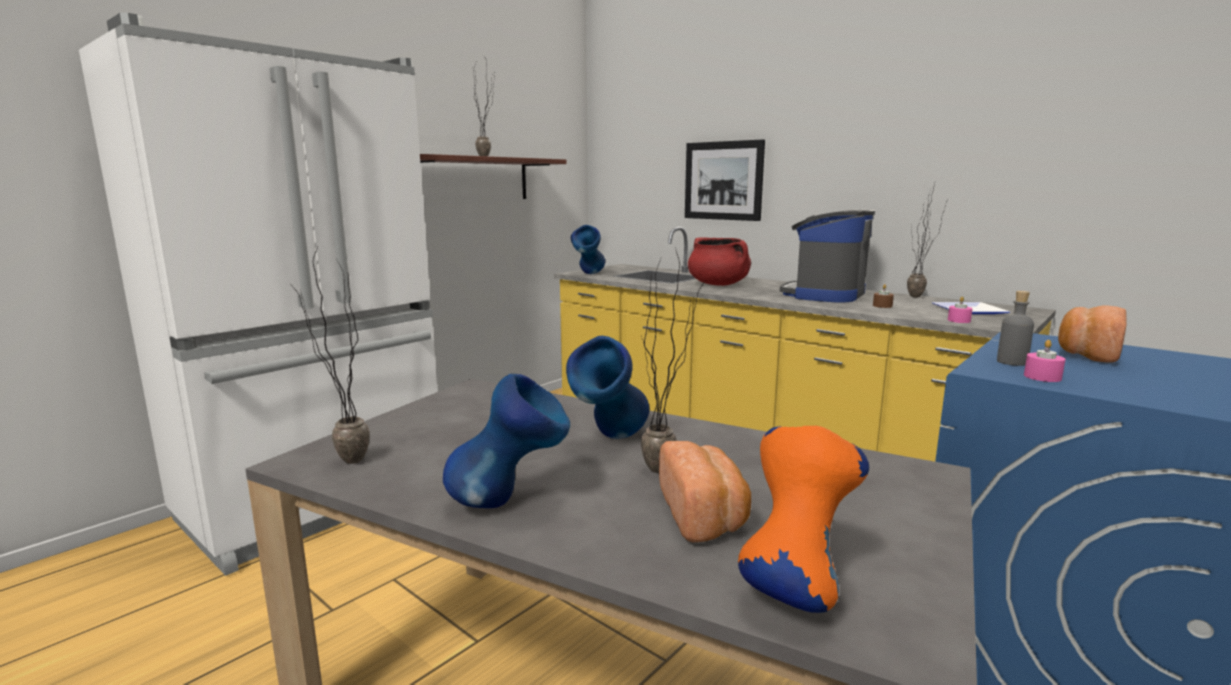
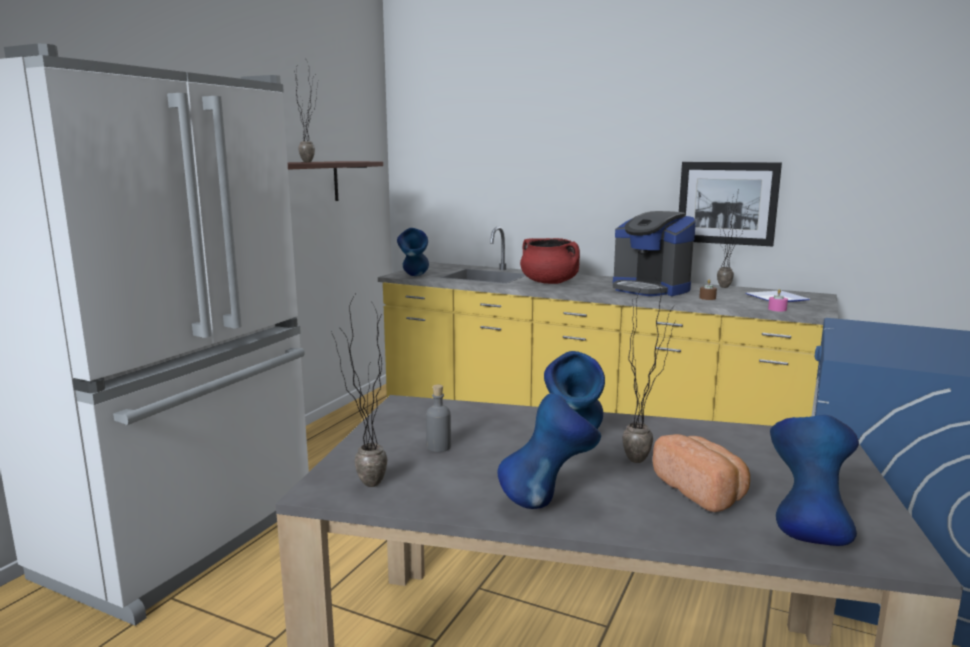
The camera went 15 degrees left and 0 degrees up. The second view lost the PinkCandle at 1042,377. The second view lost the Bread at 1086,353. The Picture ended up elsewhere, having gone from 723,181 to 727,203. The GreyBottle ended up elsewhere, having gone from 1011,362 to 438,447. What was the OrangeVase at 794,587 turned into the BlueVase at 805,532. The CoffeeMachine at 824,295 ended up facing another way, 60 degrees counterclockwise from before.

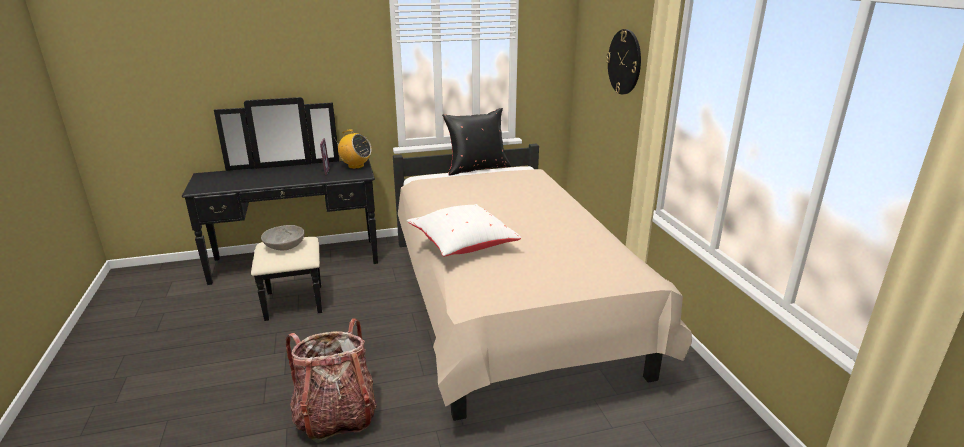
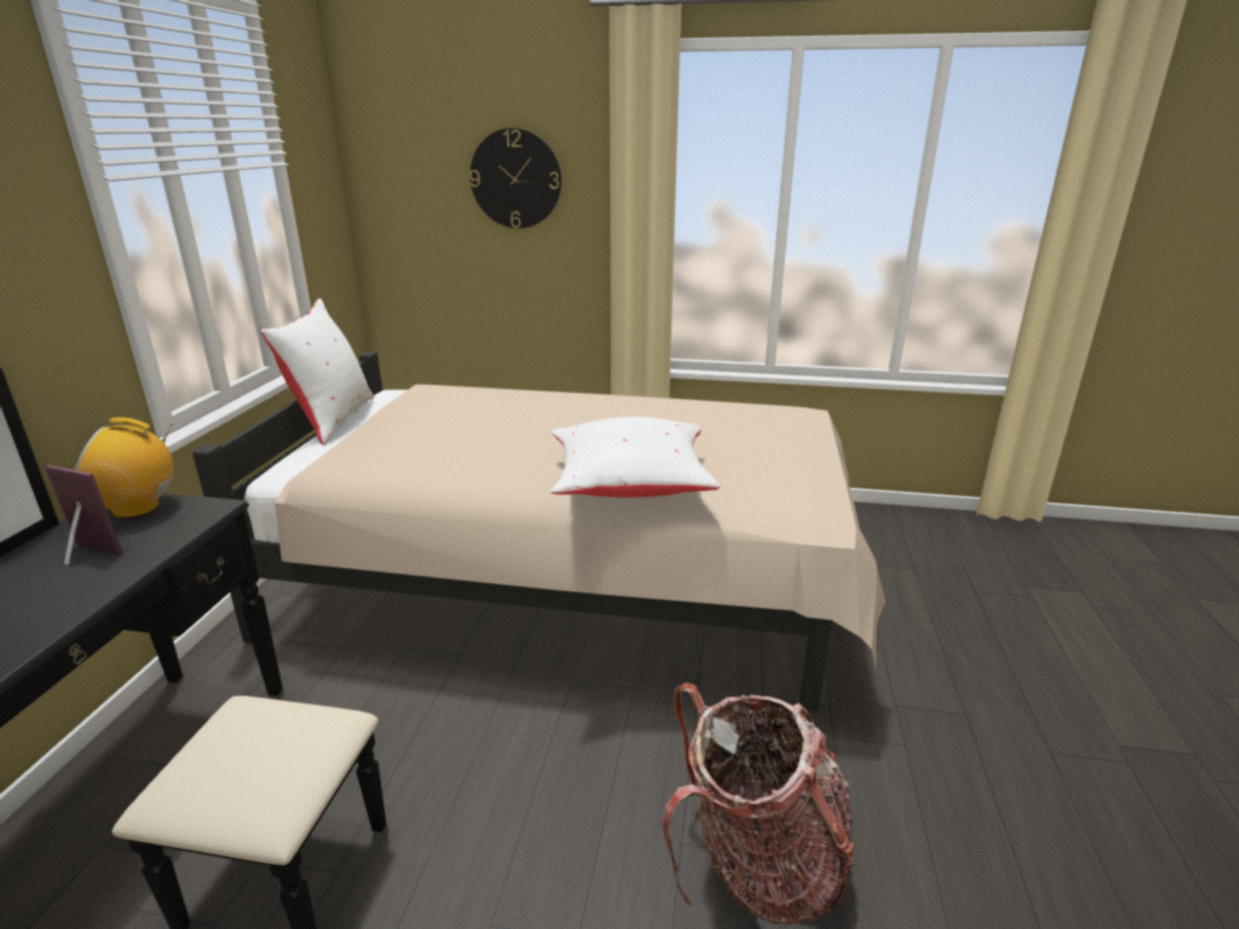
The camera went 65 degrees left and 0 degrees up. The second view lost the GreyBowl at 284,246. What was the BlackPillow at 477,168 turned into the WhitePillow at 332,420. The Radio at 355,166 ended up facing another way, 150 degrees counterclockwise from before.

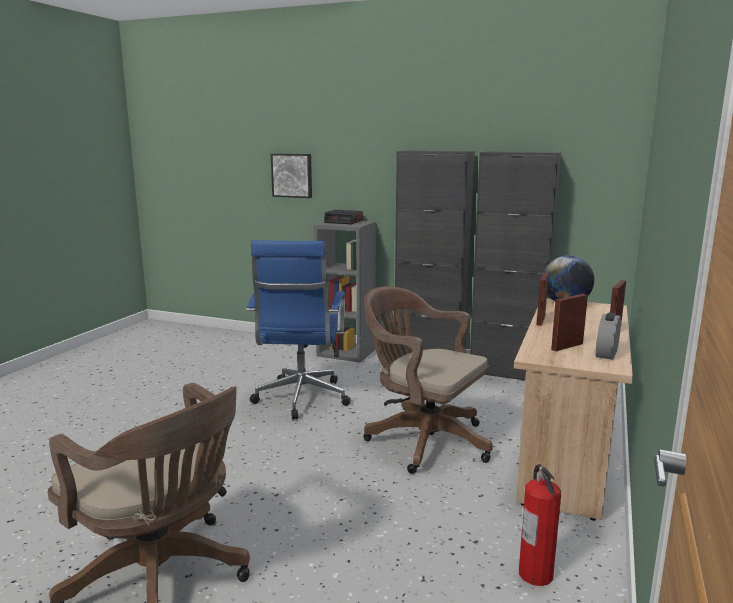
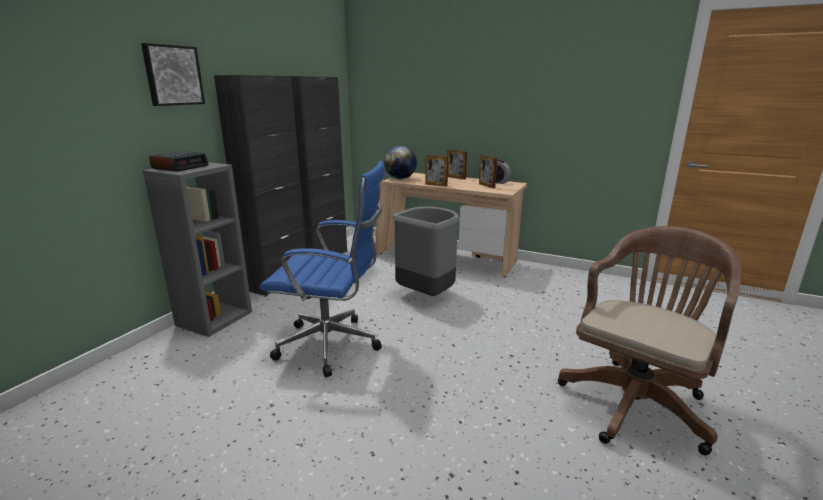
The camera went 85 degrees left and 5 degrees up. The second view lost the FireExtinguisher at 535,573. The Picture ended up elsewhere, having gone from 292,175 to 173,75. Where the BrownOfficeChair stood at 422,440, the GreyTrashCan came to stand at 427,295.

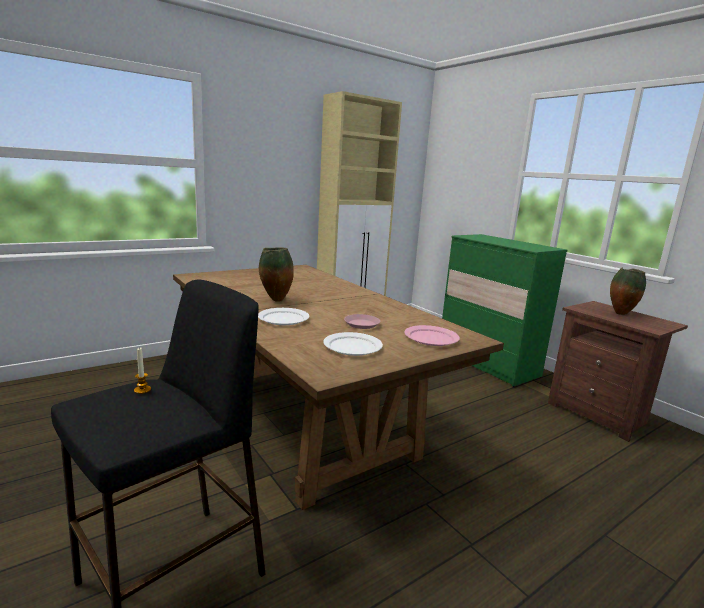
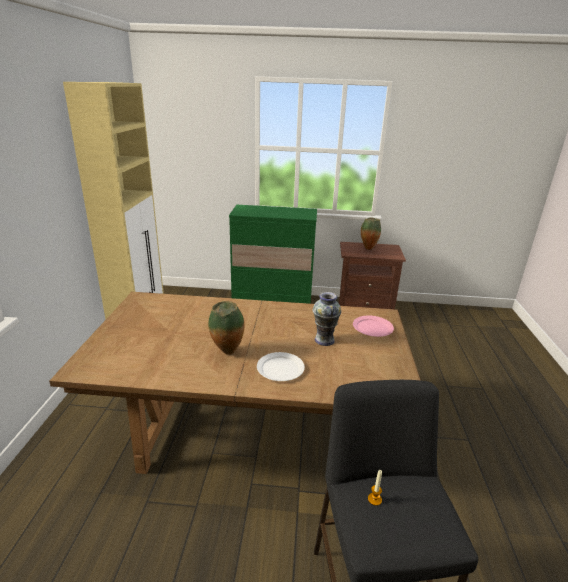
The camera went 50 degrees left and 10 degrees up. The second view lost the WhitePlate at 352,346. Where the PinkPlate stood at 362,324, the Vase came to stand at 324,340.

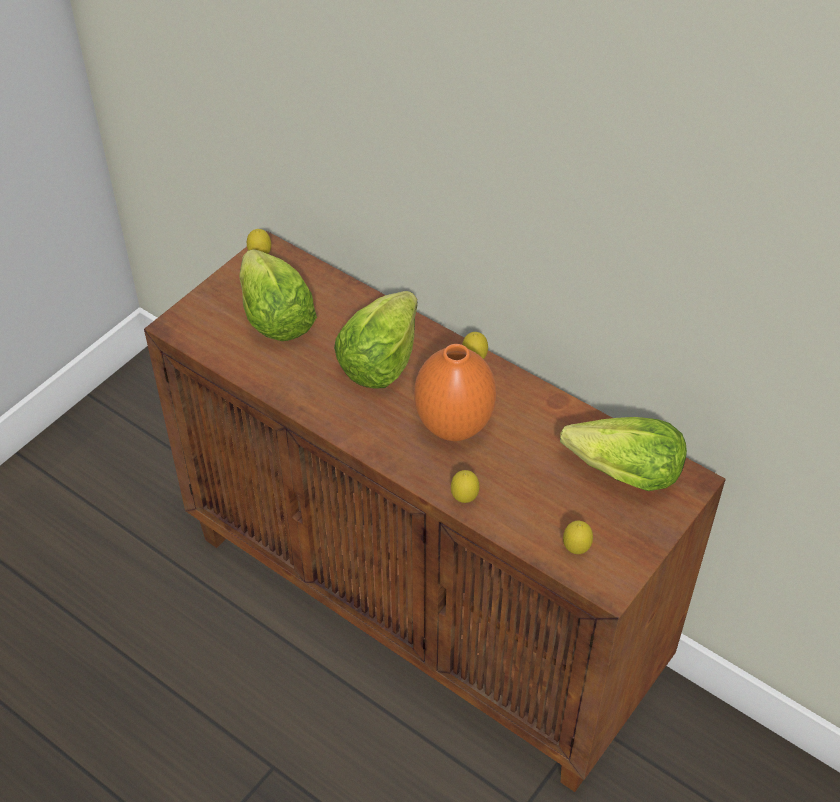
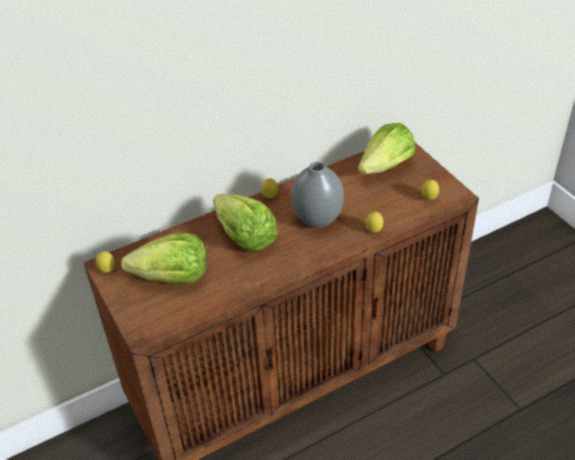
The camera went 65 degrees left and 5 degrees down. What was the OrangeVase at 455,427 turned into the GreyVase at 317,220.

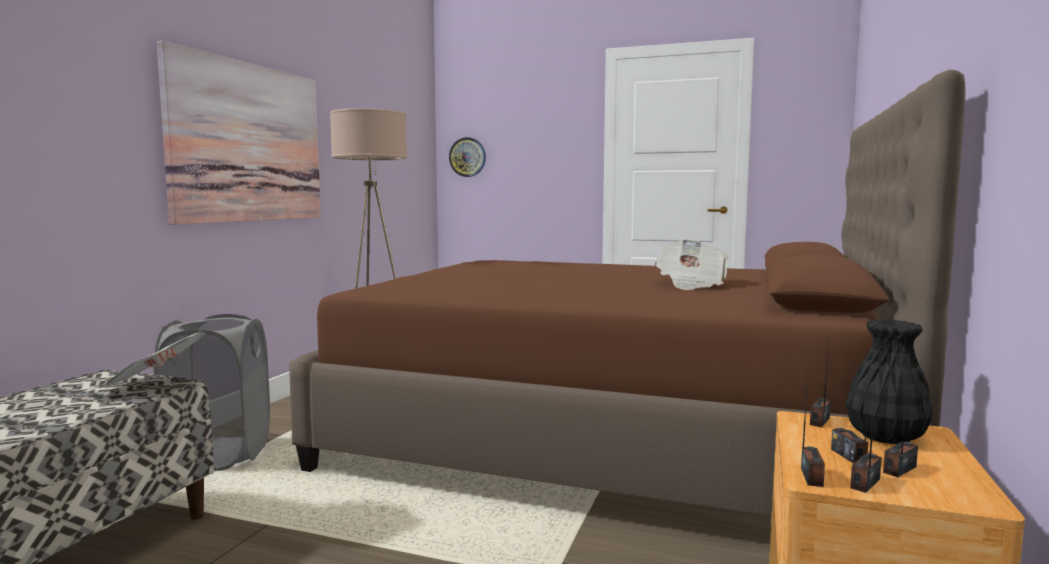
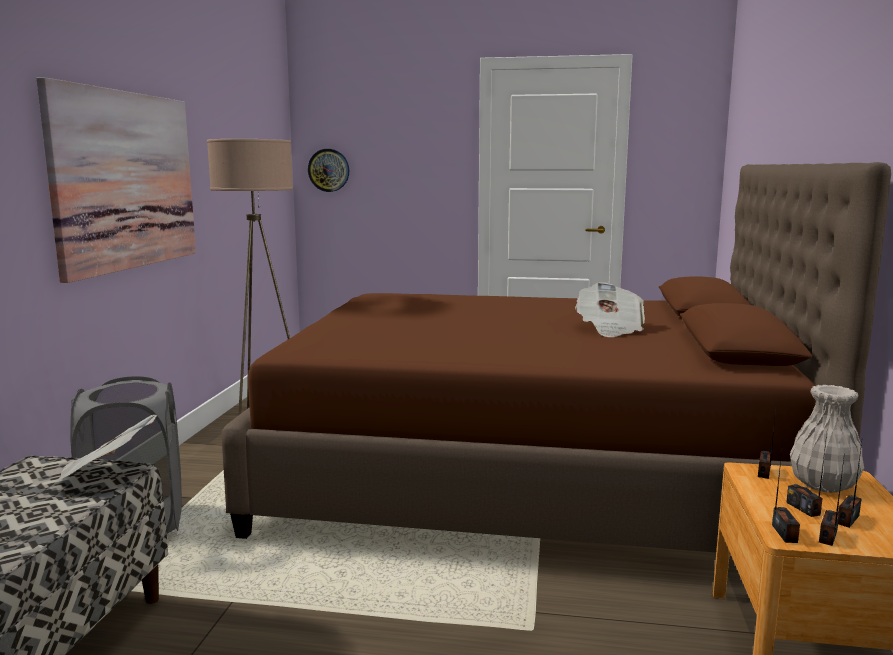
The camera went 10 degrees left and 5 degrees up. What was the BlackVase at 884,436 turned into the WhiteVase at 822,485.

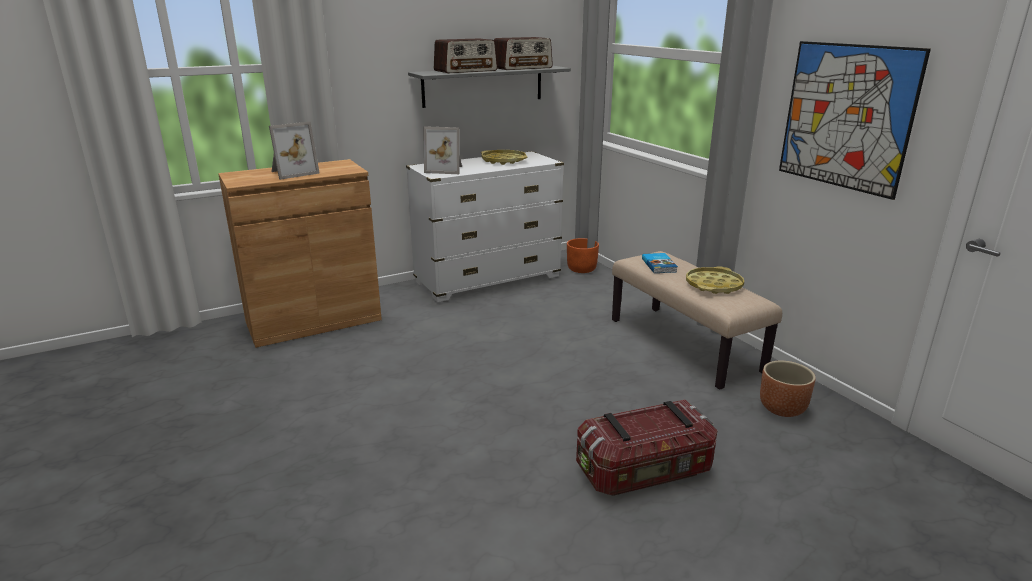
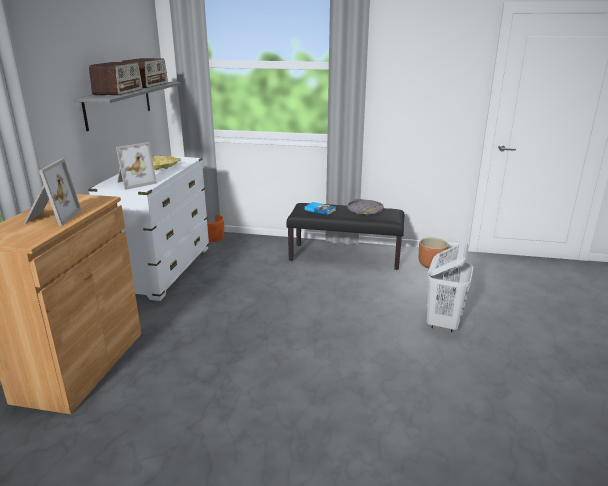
The camera went 50 degrees left and 0 degrees up. The second view lost the Picture at 846,117. Where the StorageBox stood at 645,472, the WhiteLaundryBasket came to stand at 443,323. What was the BeigeBench at 685,345 turned into the BlackBench at 345,256. What was the YellowTray at 714,285 turned into the GreyTray at 365,210.

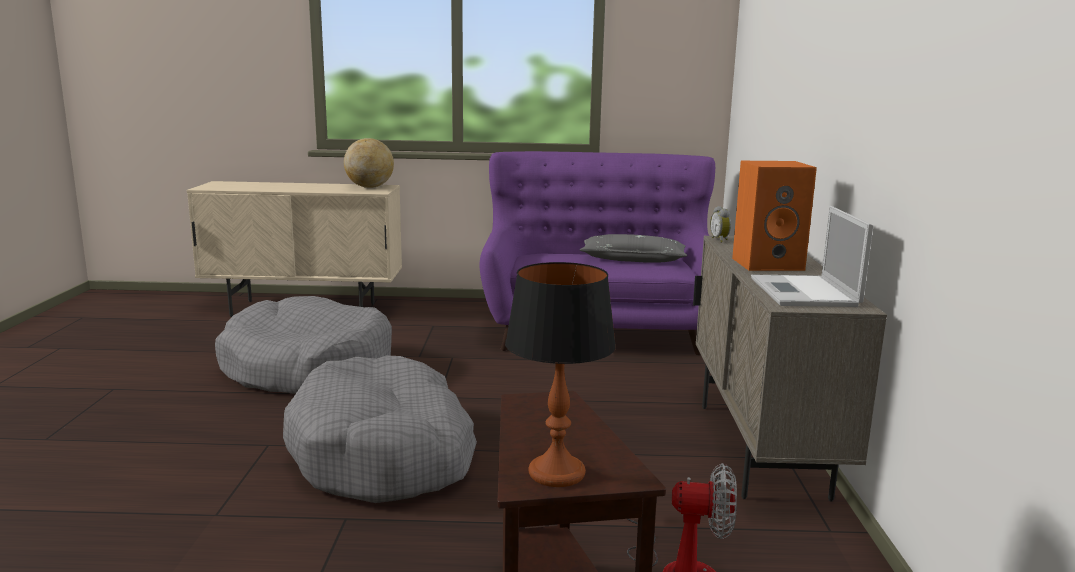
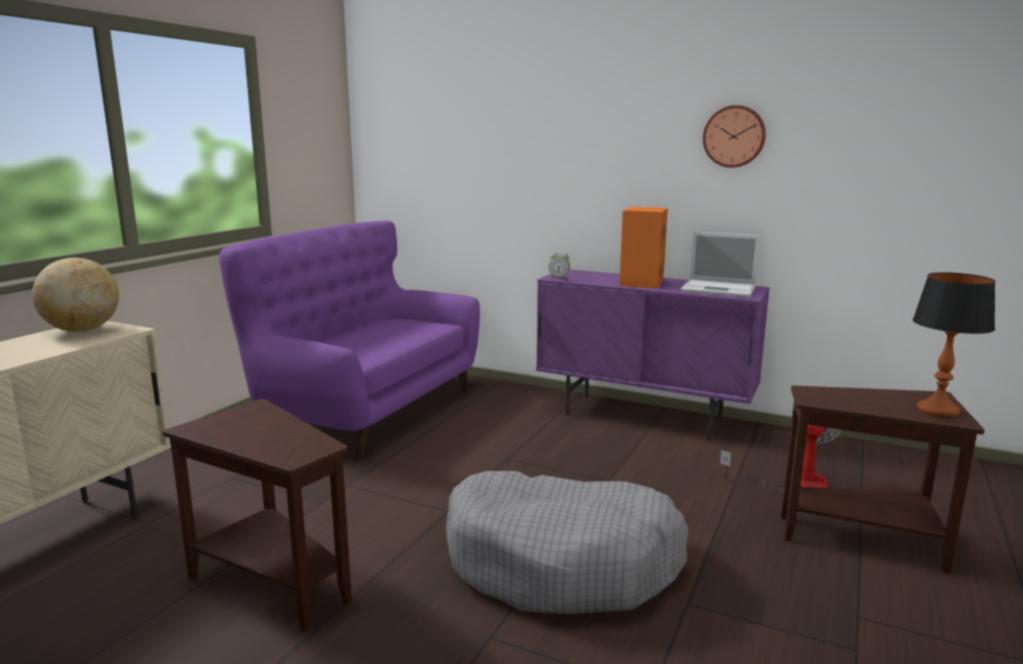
The camera went 65 degrees left and 0 degrees up. The second view lost the GreyPillow at 633,260. The second view gained the WallClock at 734,136. Where the GreyDogBed stood at 308,369, the BrownSideTable came to stand at 272,581. What was the BeigeCabinet at 760,449 turned into the PurpleCabinet at 643,417.

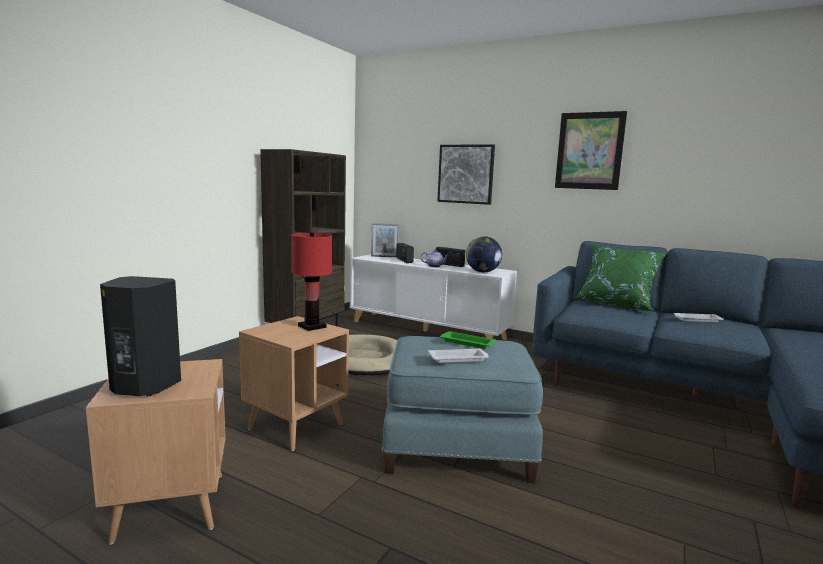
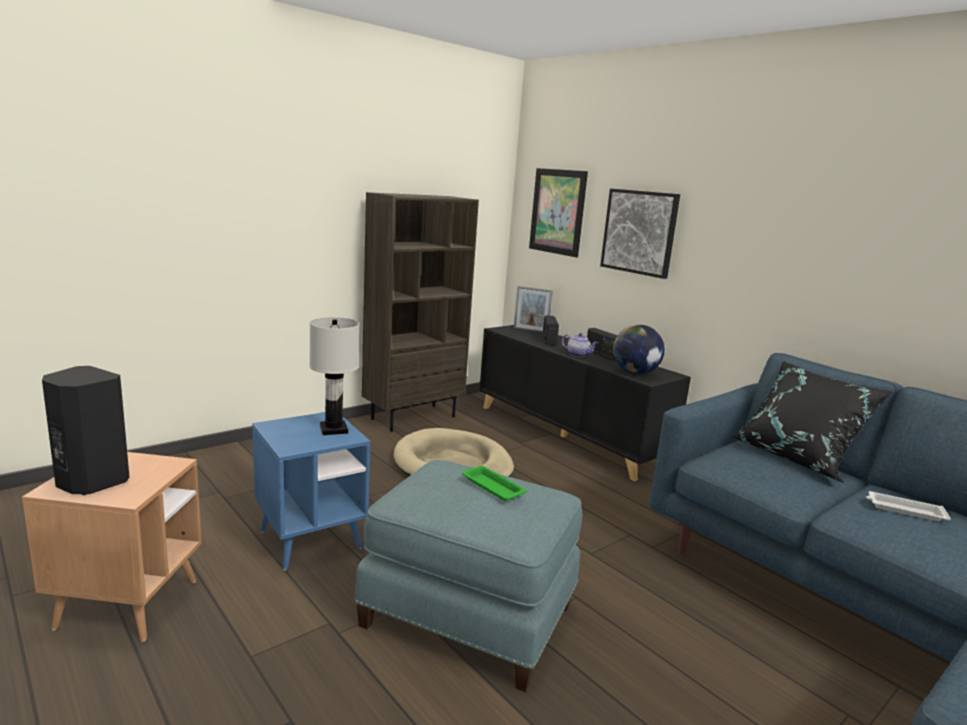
The camera went 20 degrees right and 5 degrees up. The second view lost the WhiteTray at 459,359. The Picture ended up elsewhere, having gone from 589,151 to 557,211. What was the BrownSideTable at 296,426 turned into the BlueSideTable at 310,539. What was the RedTableLamp at 312,326 turned into the WhiteTableLamp at 334,429. What was the WhiteCabinet at 427,330 turned into the BlackCabinet at 567,435. What was the GreenPillow at 616,305 turned into the BlackPillow at 797,458.

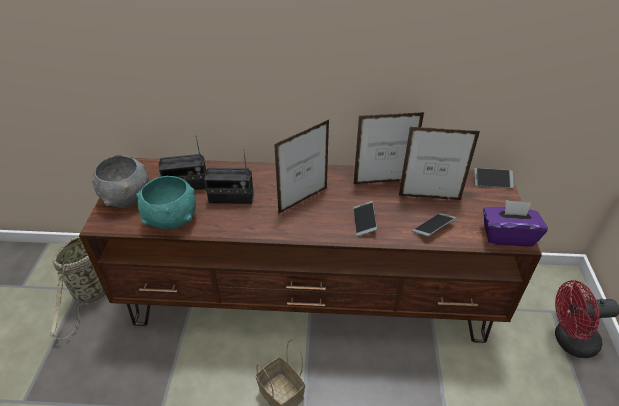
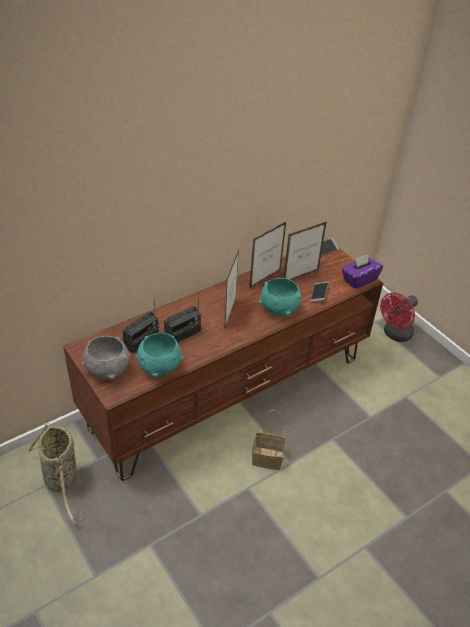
The camera went 40 degrees left and 0 degrees up. Where the Phone stood at 364,221, the TurquoiseBowl came to stand at 279,309.

